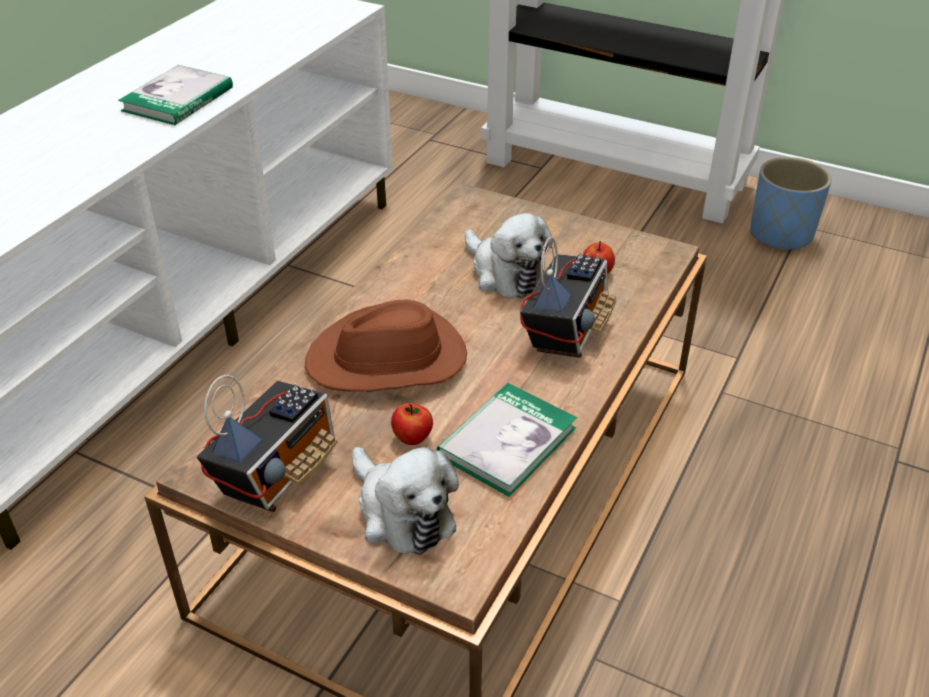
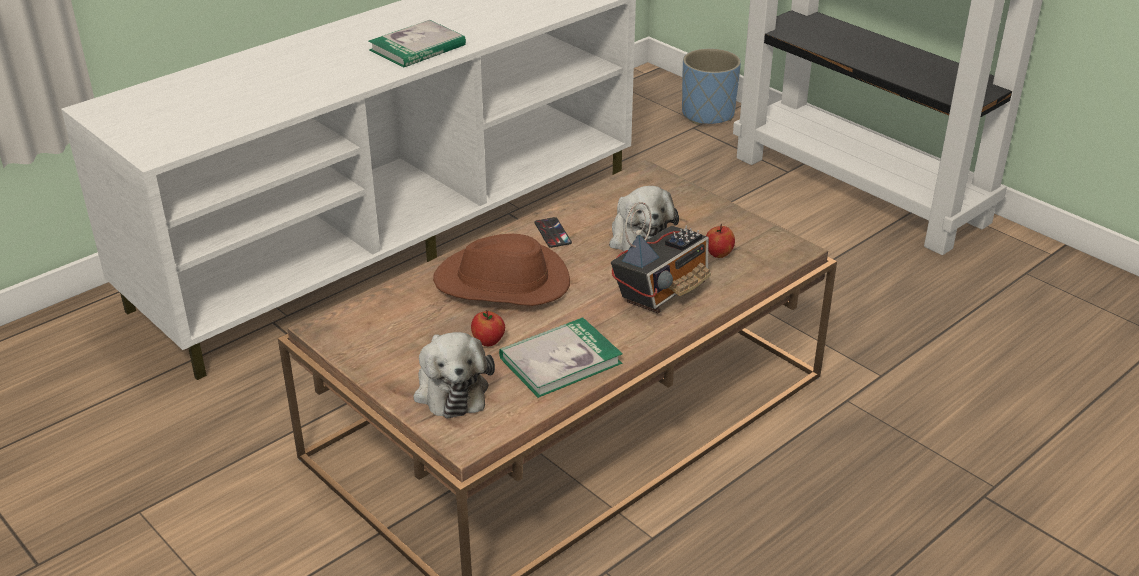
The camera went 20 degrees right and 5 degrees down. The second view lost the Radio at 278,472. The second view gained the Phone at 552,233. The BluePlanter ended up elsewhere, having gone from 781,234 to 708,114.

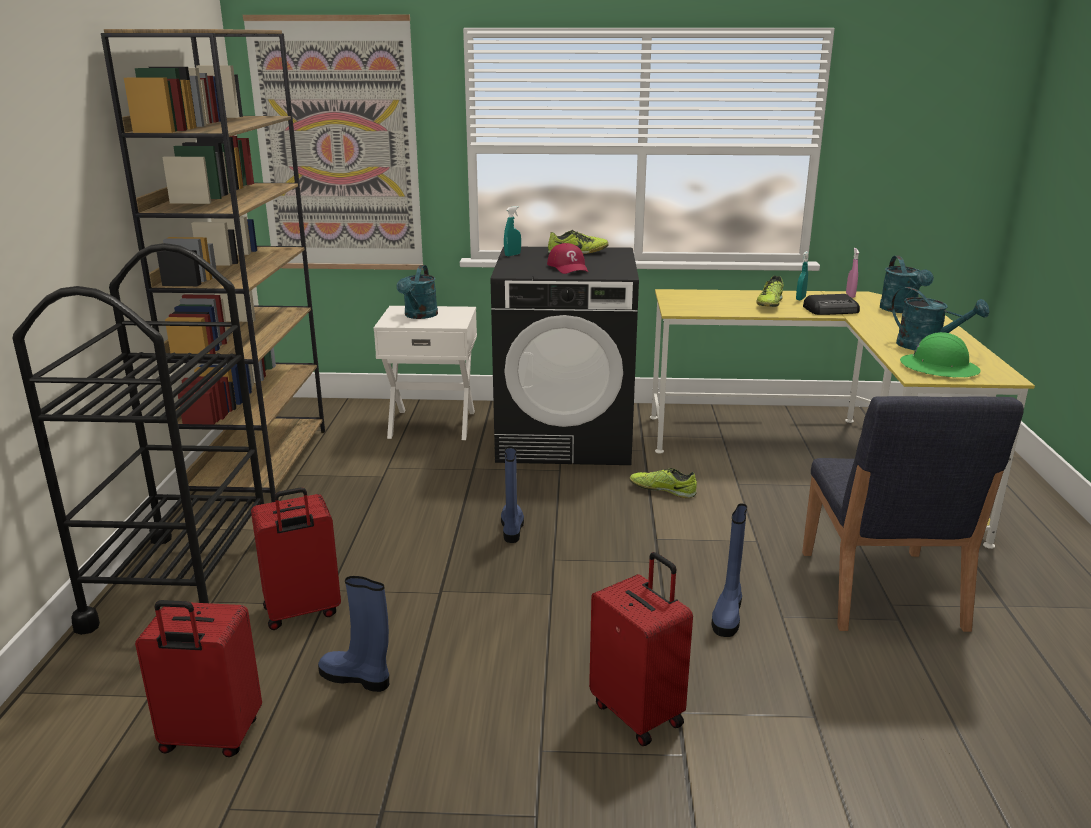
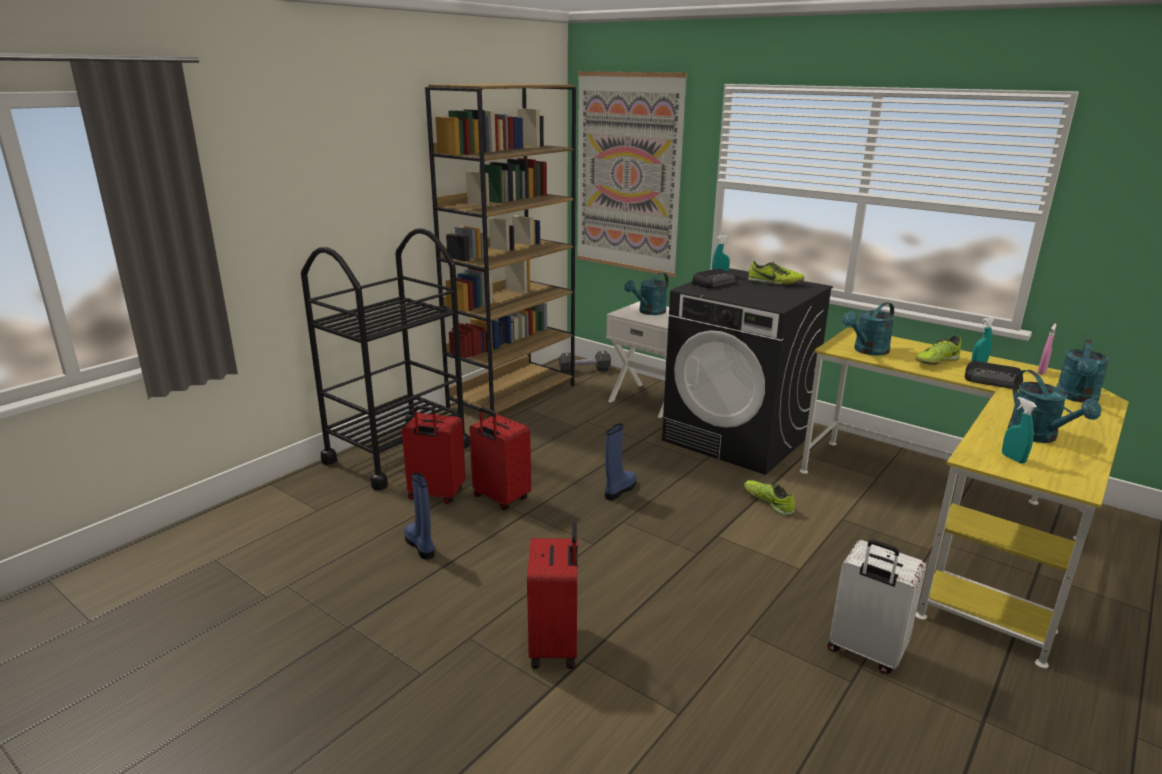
The camera went 35 degrees right and 0 degrees up. The second view lost the RedCap at 568,267. The second view lost the BlueBoot at 728,614. The second view gained the BlackDumbbell at 584,370. The second view gained the Radio at 714,283. The second view gained the TurquoiseWateringCan at 867,351. The RedSuitcase ended up elsewhere, having gone from 210,738 to 500,498. Where the BlueChair stood at 880,591, the WhiteSuitcase came to stand at 865,652. Where the GreenHardHat stood at 939,368, the TurquoiseSprayBottle came to stand at 1013,458.

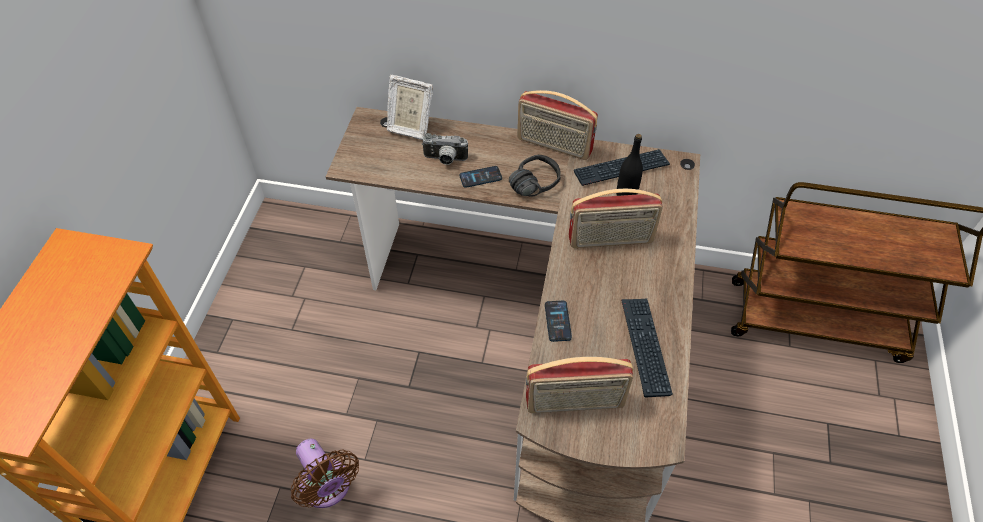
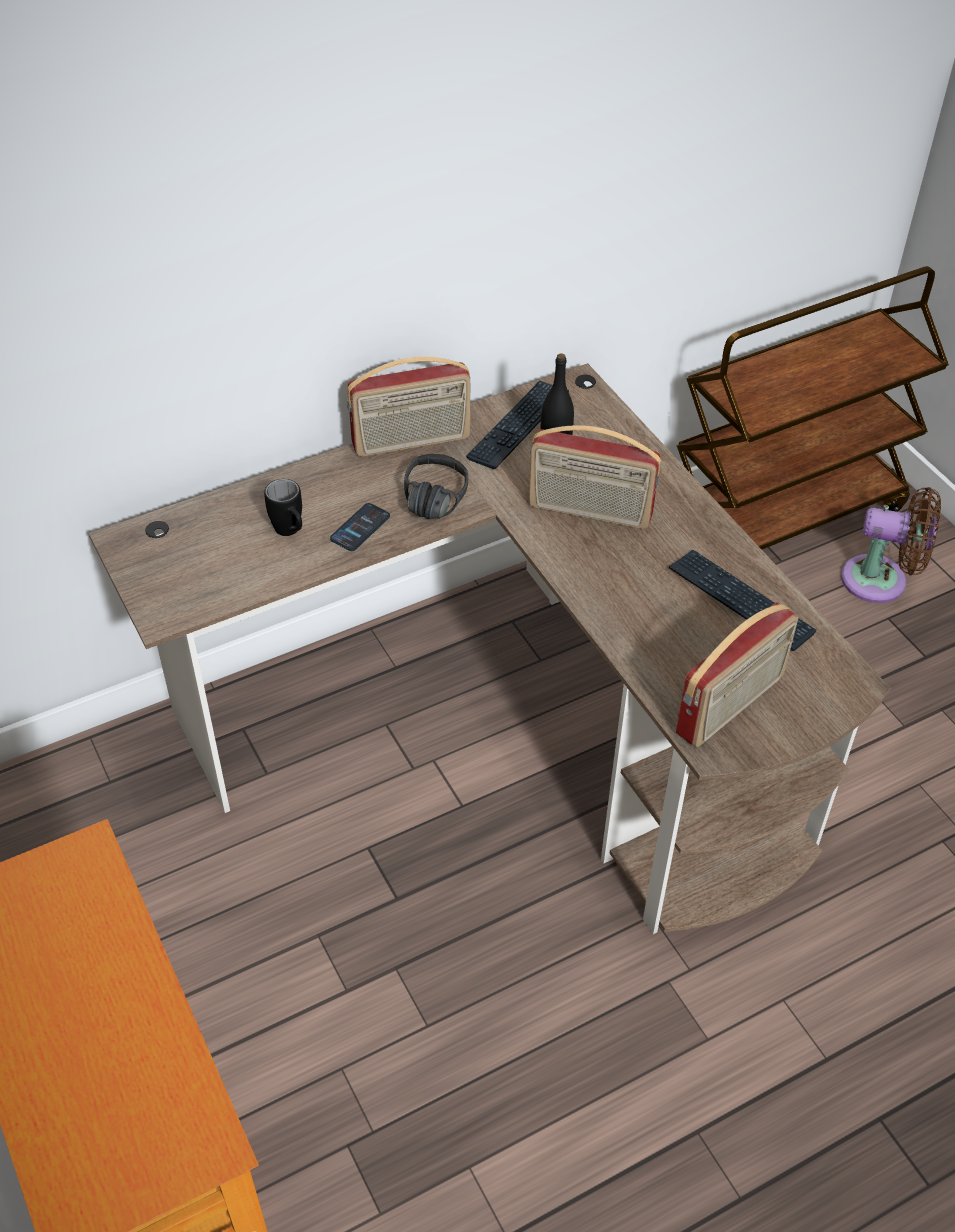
The camera went 40 degrees left and 5 degrees down. The second view lost the PictureFrame at 410,127. The second view lost the Phone at 557,321. The BrownFan ended up elsewhere, having gone from 327,488 to 881,581. Where the PhotoCamera stood at 445,160, the BlackMug came to stand at 291,533. The Radio at 610,240 ended up facing another way, 60 degrees clockwise from before.

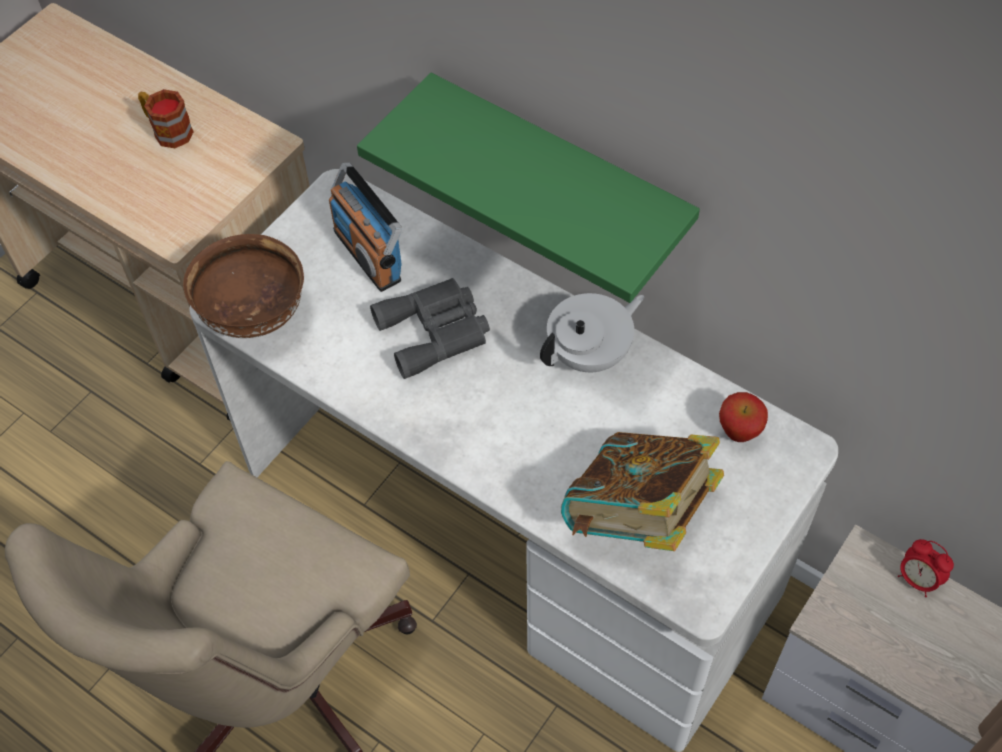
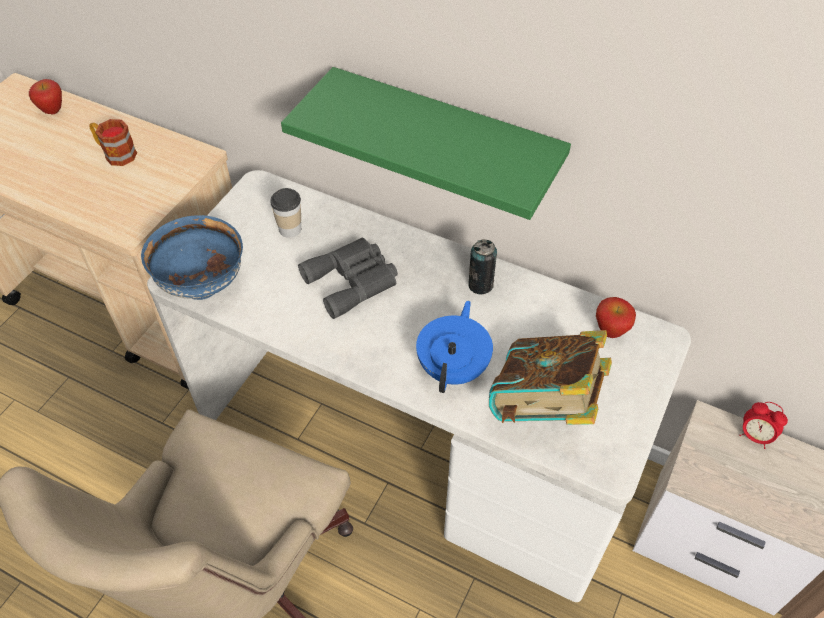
The camera went 10 degrees left and 5 degrees down. The second view gained the Apple at 53,111. The second view gained the BlueTeapot at 454,367. Where the Radio stood at 368,255, the Cup came to stand at 290,229. Where the WhiteTeapot stood at 590,354, the Can came to stand at 480,285. What was the BrownBowl at 255,316 turned into the BlueBowl at 203,284.

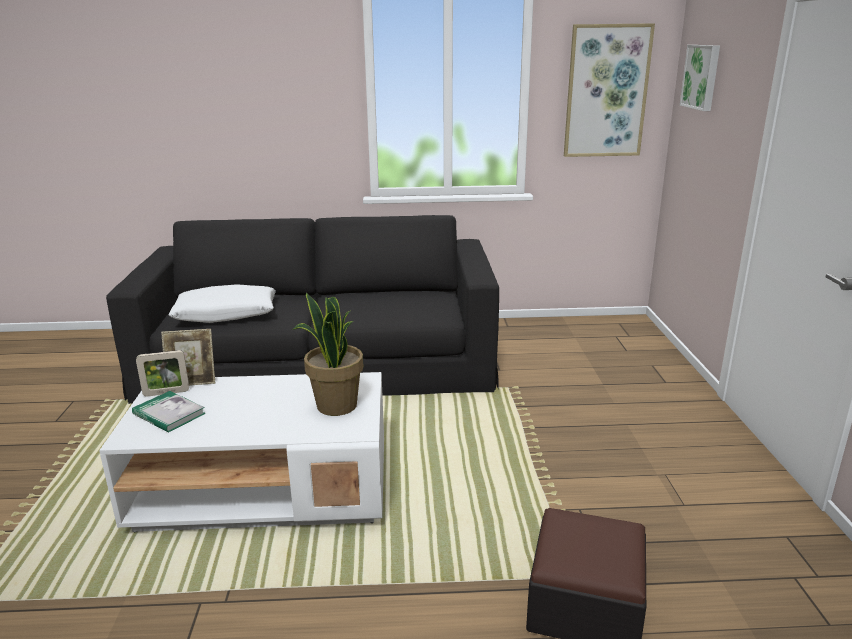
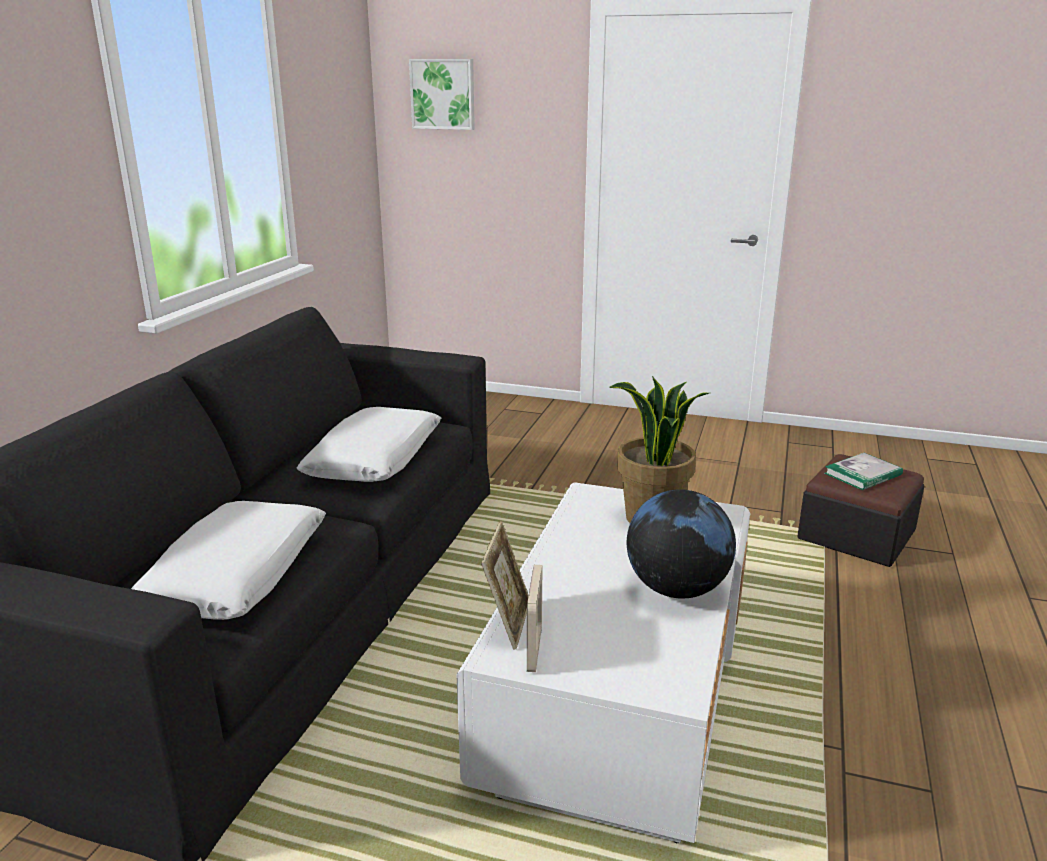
The camera went 70 degrees left and 0 degrees up. The second view lost the Picture at 606,92. The second view gained the WhitePillow at 375,459. The second view gained the Globe at 677,589. The Book ended up elsewhere, having gone from 169,414 to 863,474.

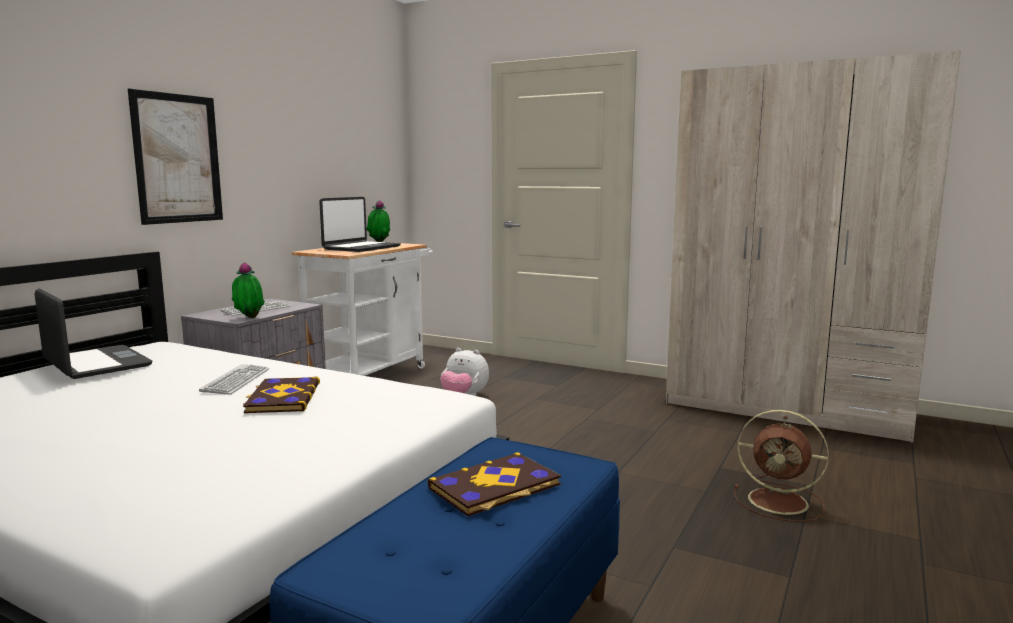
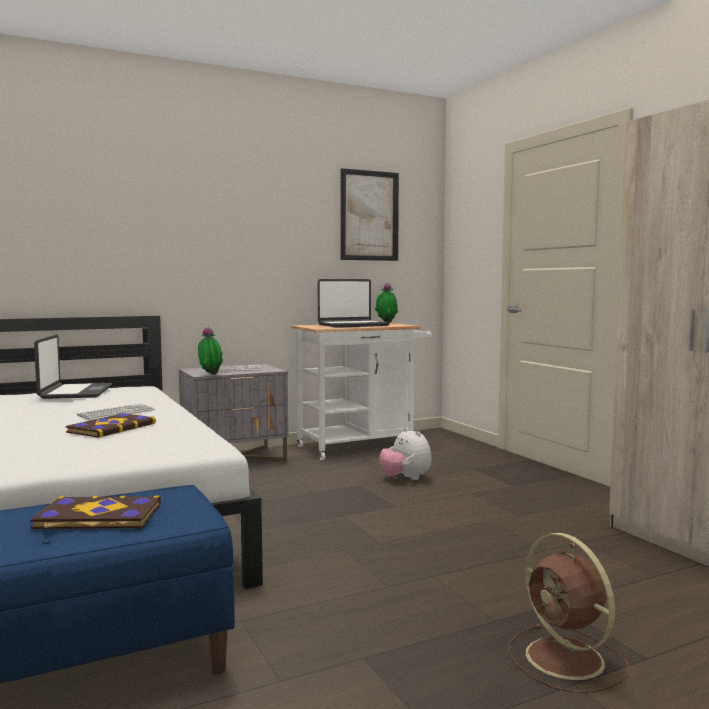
The camera went 35 degrees right and 5 degrees down. The Picture ended up elsewhere, having gone from 177,158 to 369,216.

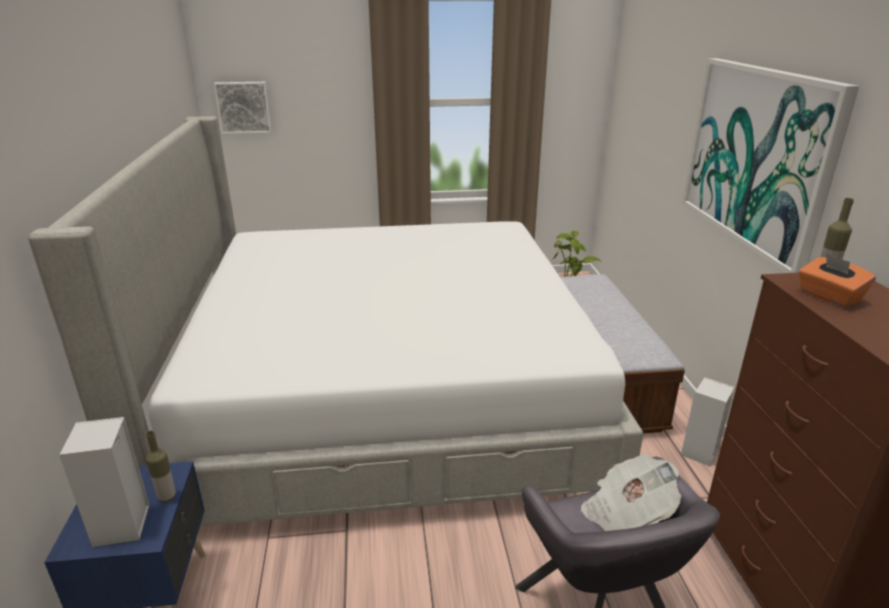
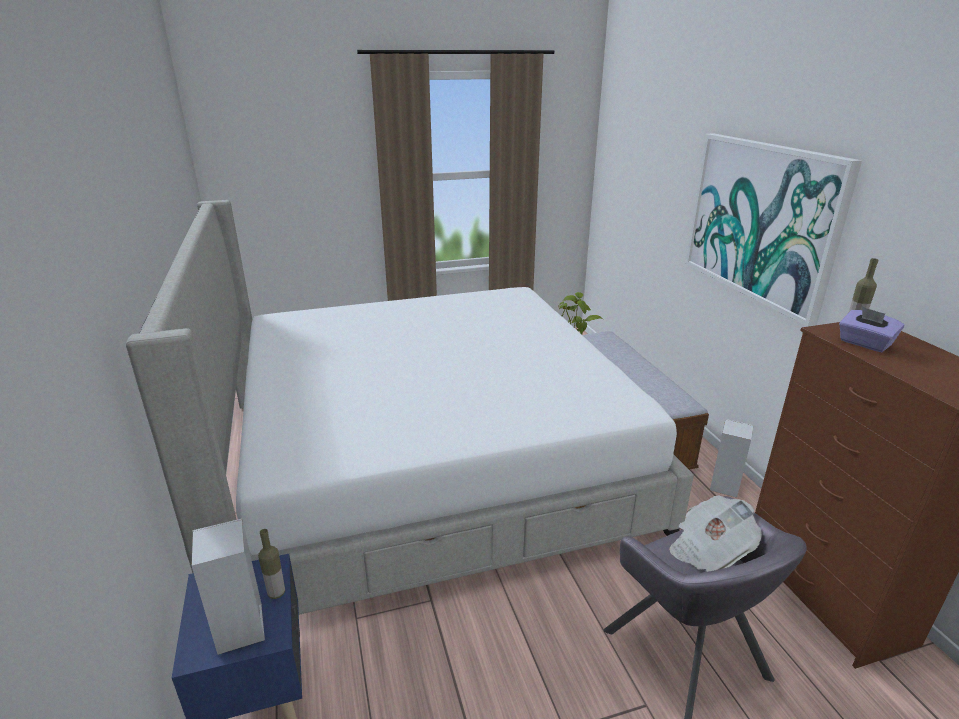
The camera went 10 degrees left and 0 degrees up. The second view lost the Picture at 243,107. What was the OrangeTissueBox at 828,297 turned into the PurpleTissueBox at 864,344.

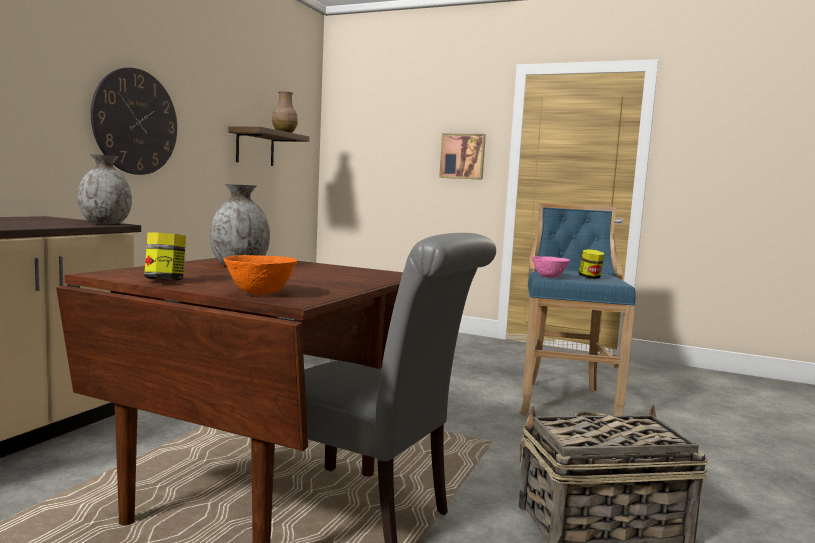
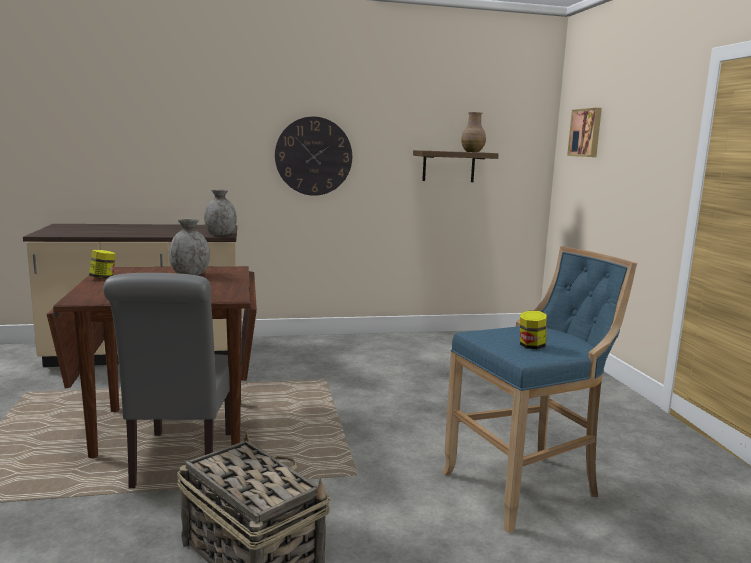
The camera went 55 degrees right and 5 degrees up. The second view lost the OrangeBowl at 259,293. The second view lost the PinkBowl at 549,277. The Picture ended up elsewhere, having gone from 463,156 to 586,133.

